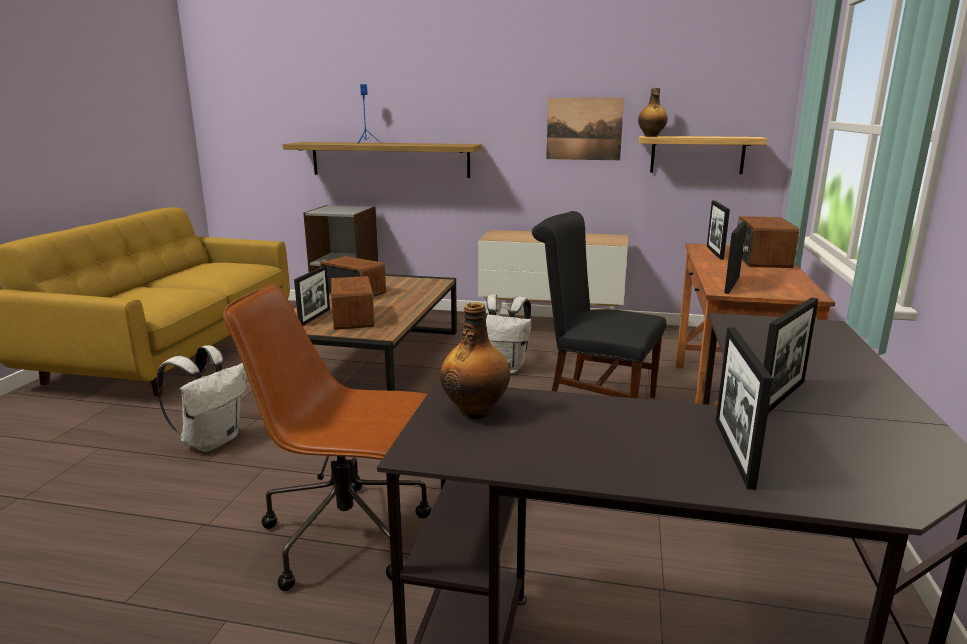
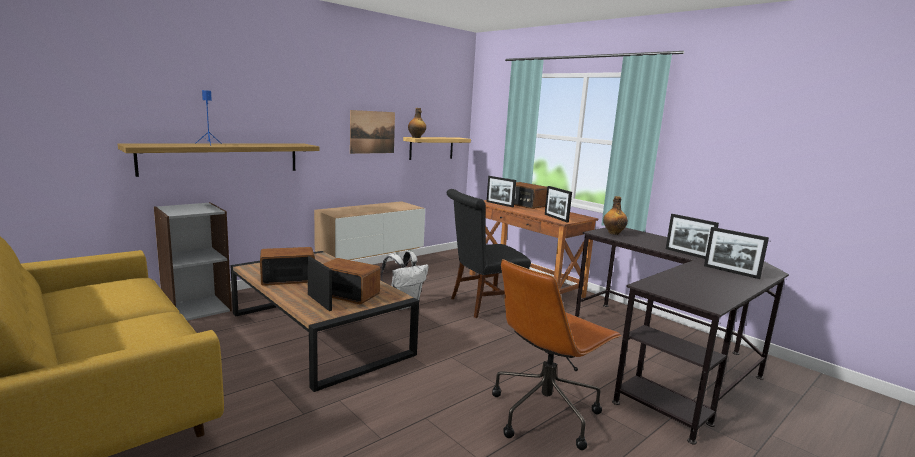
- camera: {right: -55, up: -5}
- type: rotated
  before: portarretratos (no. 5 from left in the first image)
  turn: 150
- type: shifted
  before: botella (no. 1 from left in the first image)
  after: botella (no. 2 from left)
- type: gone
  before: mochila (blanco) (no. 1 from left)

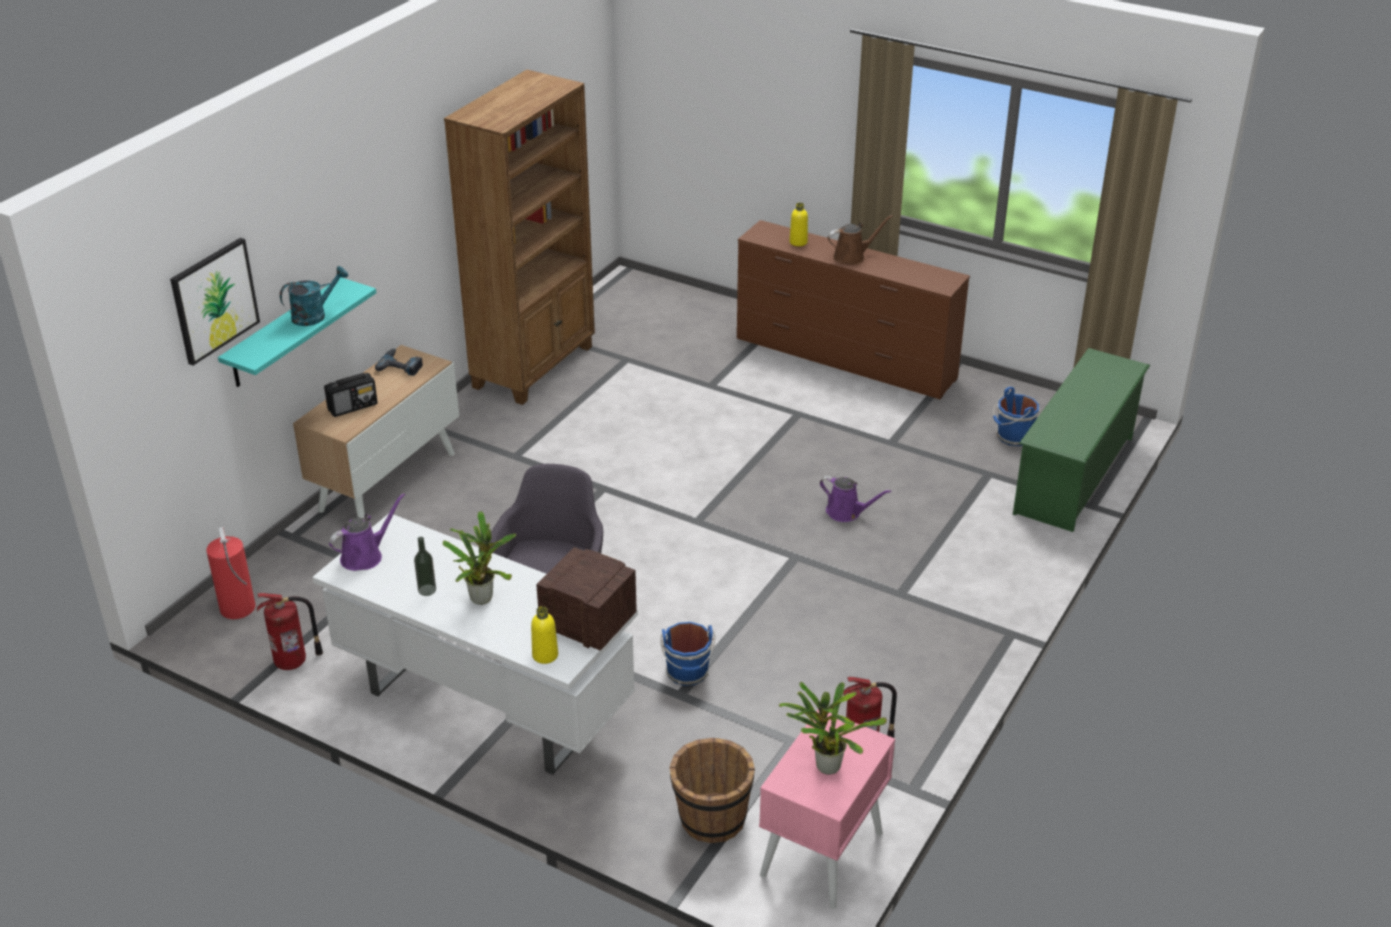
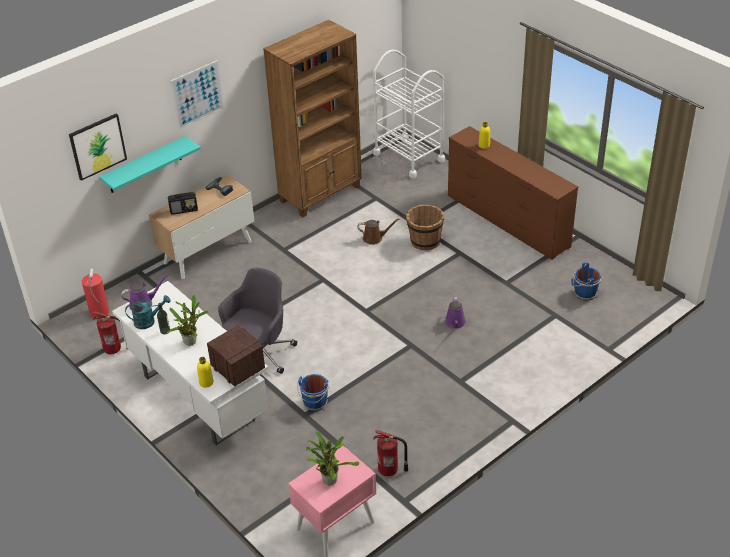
- camera: {right: 20, up: 5}
- type: shifted
  before: regadera (marrón)
- type: shifted
  before: regadera (turquesa)
- type: gone
  before: zapatero (verde)
- type: rotated
  before: regadera (morado) (no. 2 from left)
  turn: 45
- type: shifted
  before: cubo (marrón)
- type: new
  after: carrito (blanco)
- type: new
  after: cuadro (no. 2 from left)

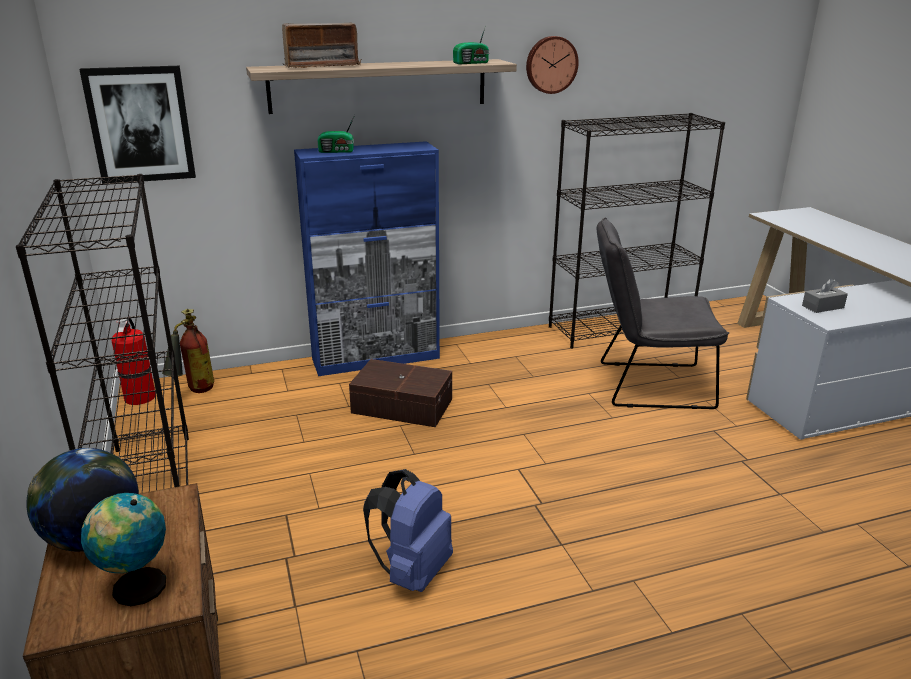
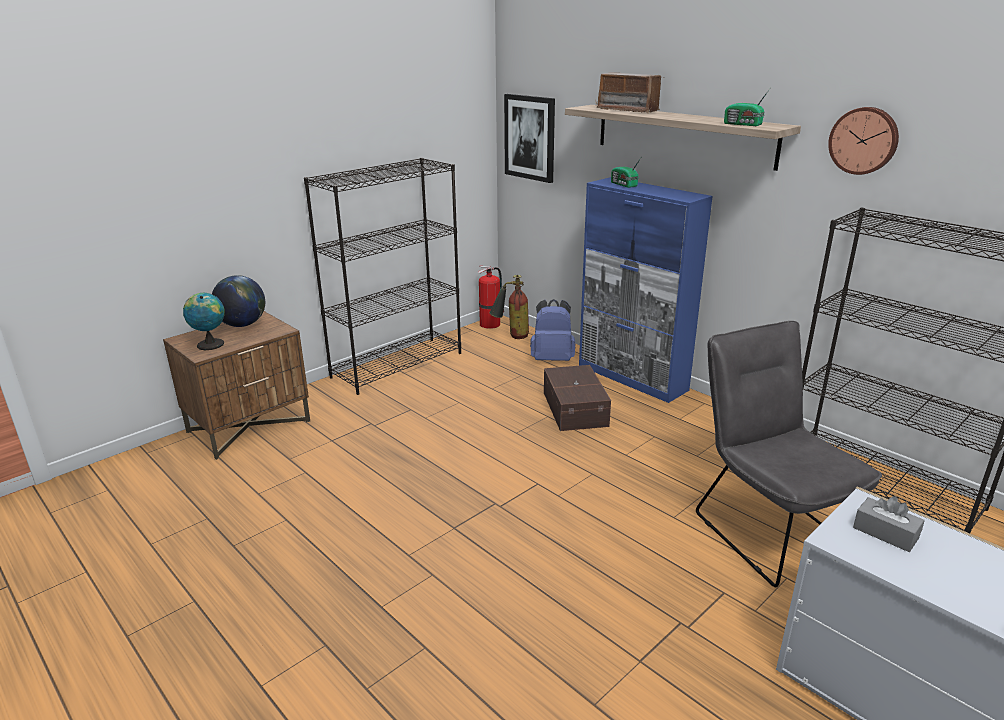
- camera: {right: 65, up: 0}
- type: shifted
  before: mochila (azul)

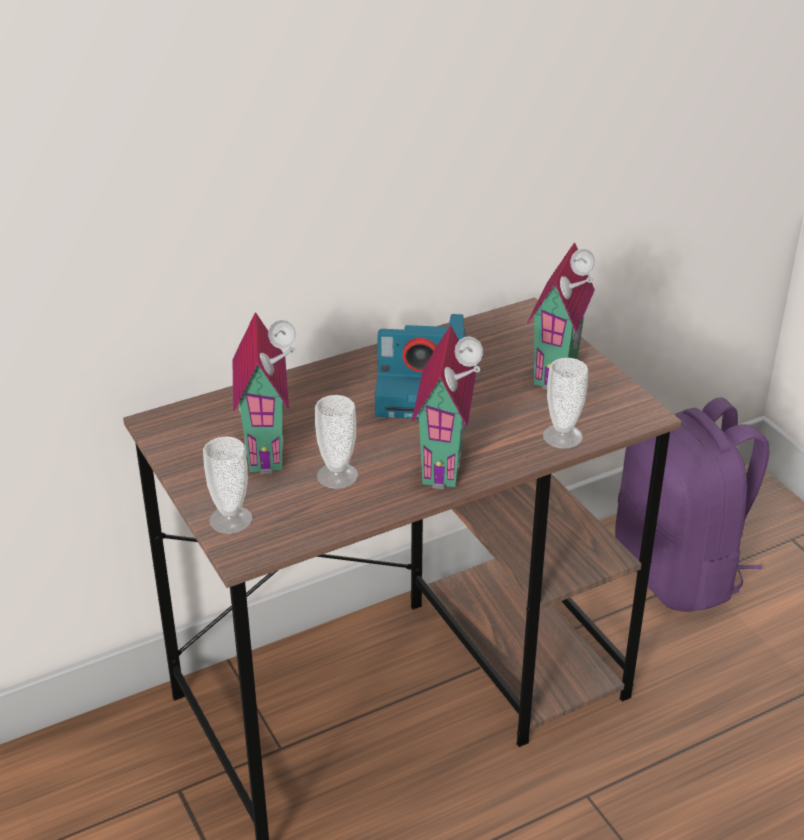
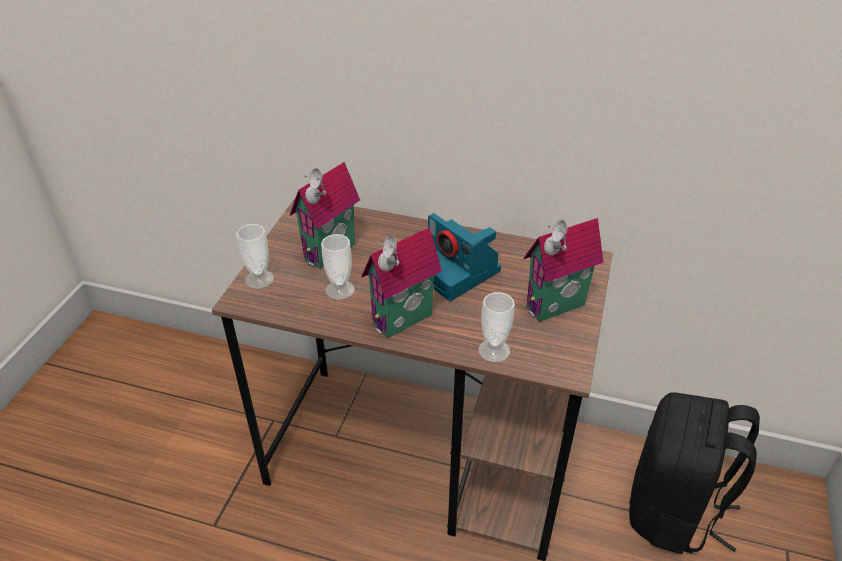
- camera: {right: 45, up: 5}
- type: repainted
  before: mochila (morado)
  after: mochila (negro)

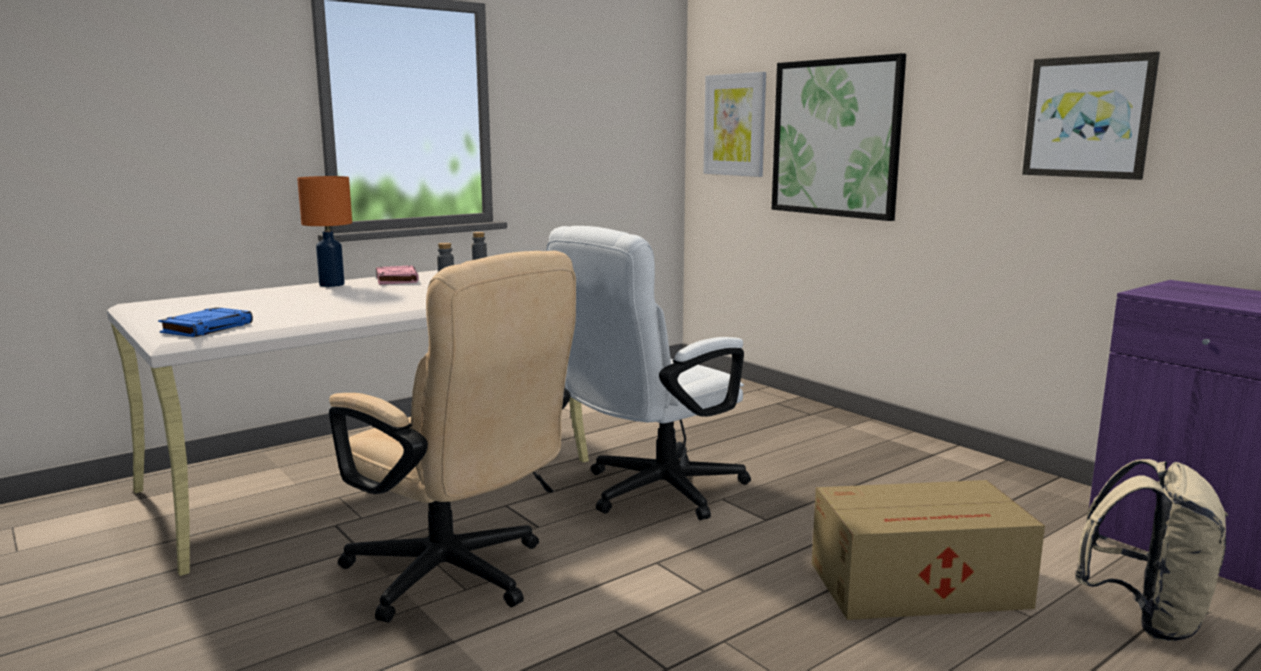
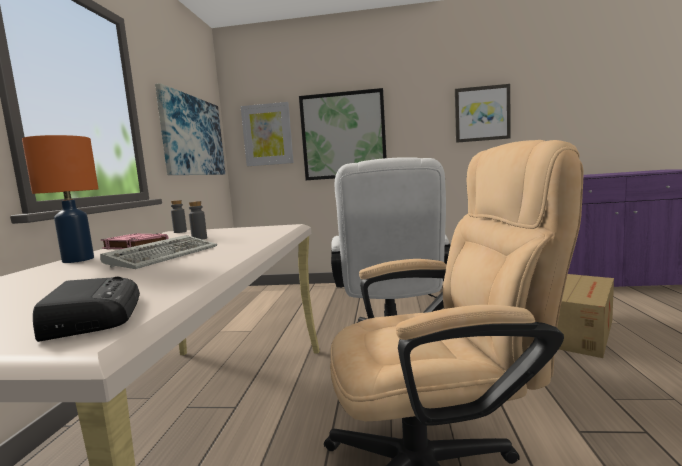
- camera: {right: -45, up: -5}
- type: swapped
  before: libro (azul)
  after: radio
- type: gone
  before: mochila (beis)
- type: new
  after: cuadro (no. 1 from left)
- type: new
  after: teclado

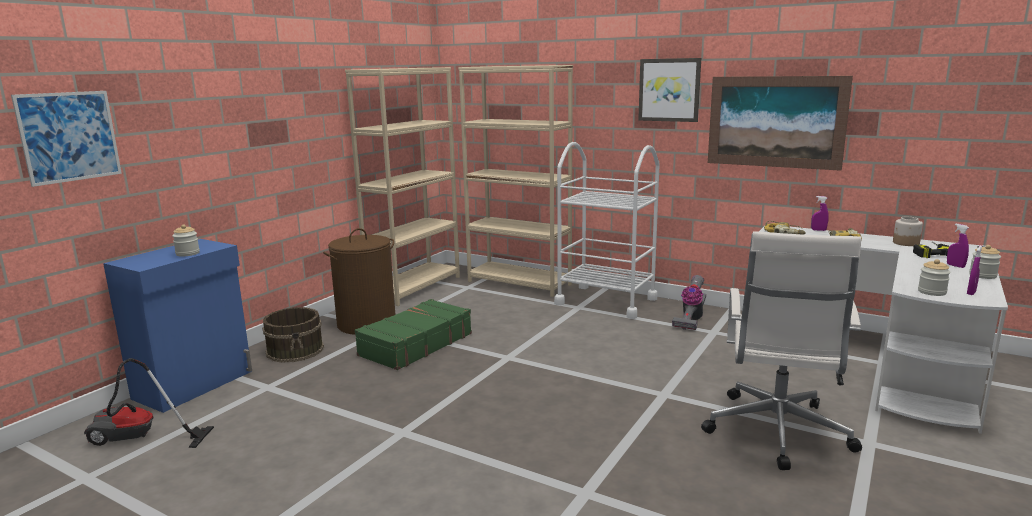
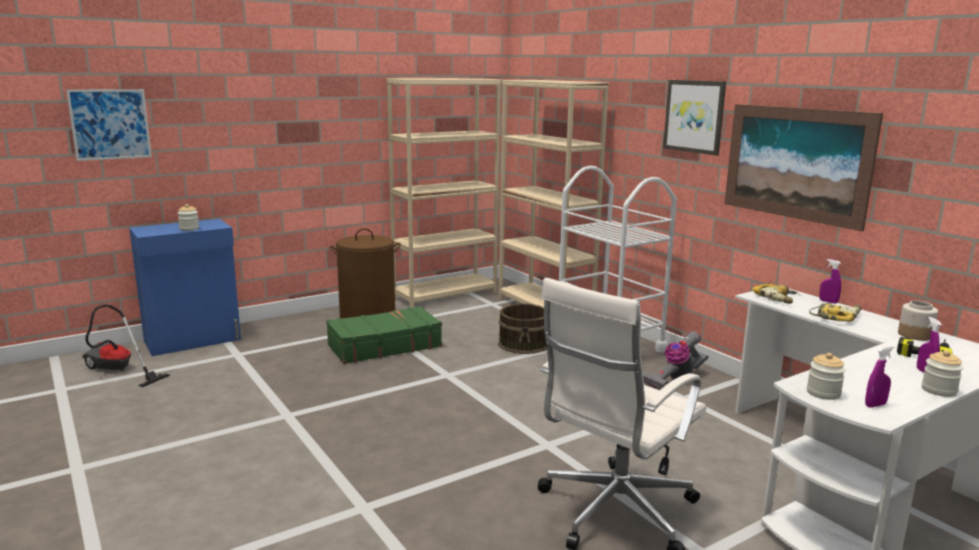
- camera: {right: 25, up: 0}
- type: shifted
  before: cubo (marrón)

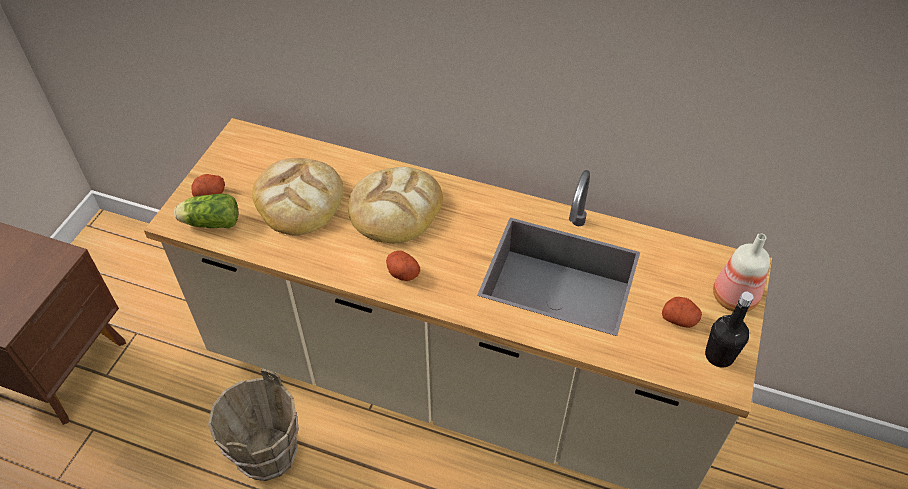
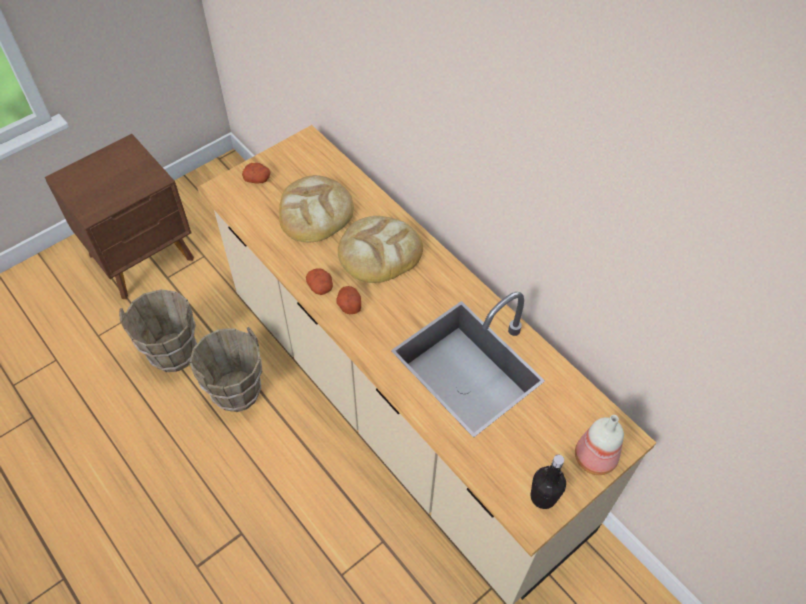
- camera: {right: 30, up: 5}
- type: gone
  before: lechuga
- type: shifted
  before: patata (no. 3 from left in the first image)
  after: patata (no. 2 from left)
- type: new
  after: cubo (marrón) (no. 1 from left)

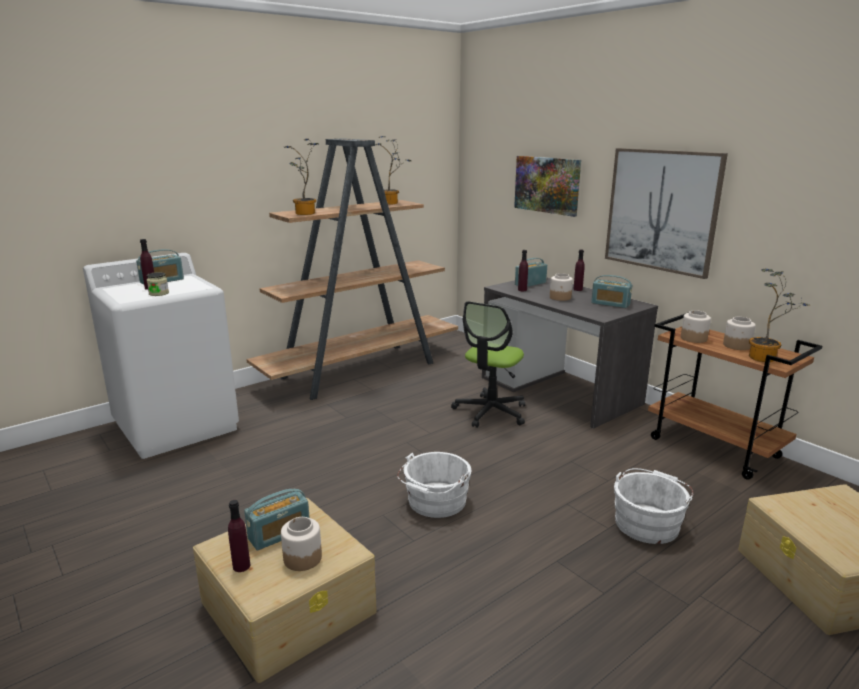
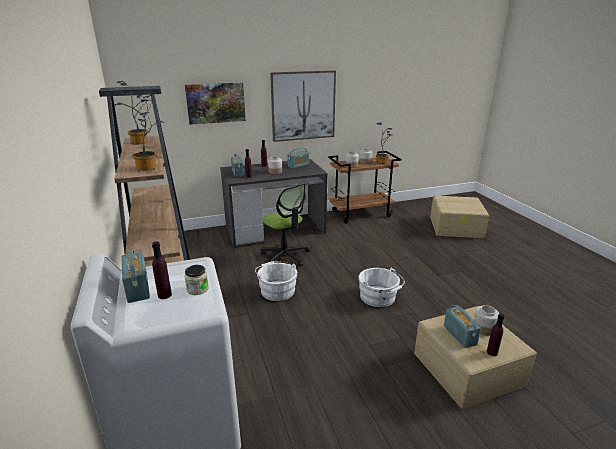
- camera: {right: -70, up: 5}
- type: shifted
  before: cubo (blanco) (no. 2 from left in the first image)
  after: cubo (blanco) (no. 1 from left)

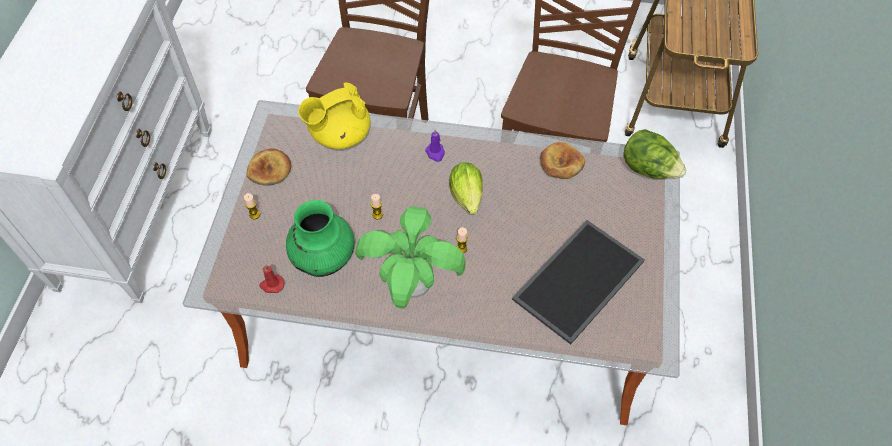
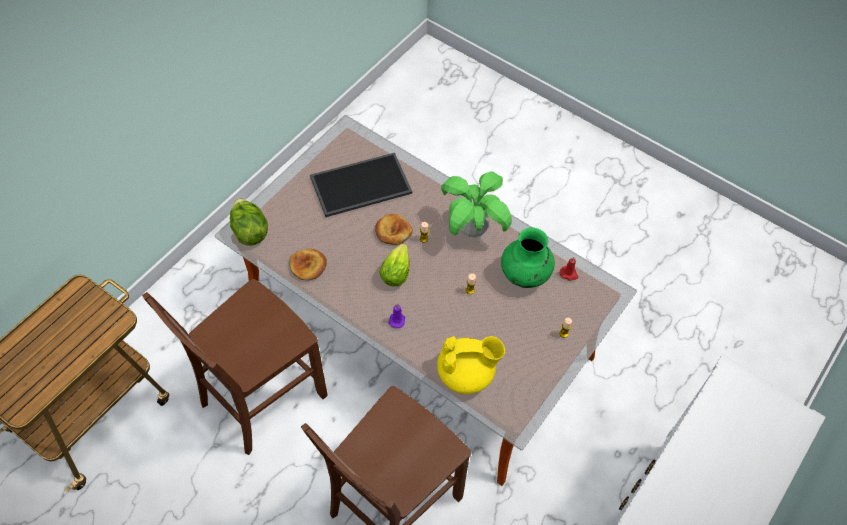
- camera: {right: -155, up: 0}
- type: shifted
  before: pan (no. 1 from left in the first image)
  after: pan (no. 2 from left)

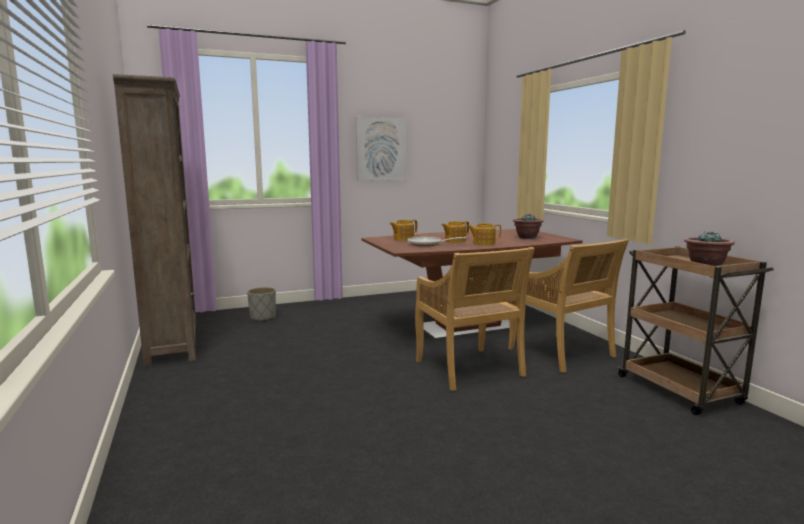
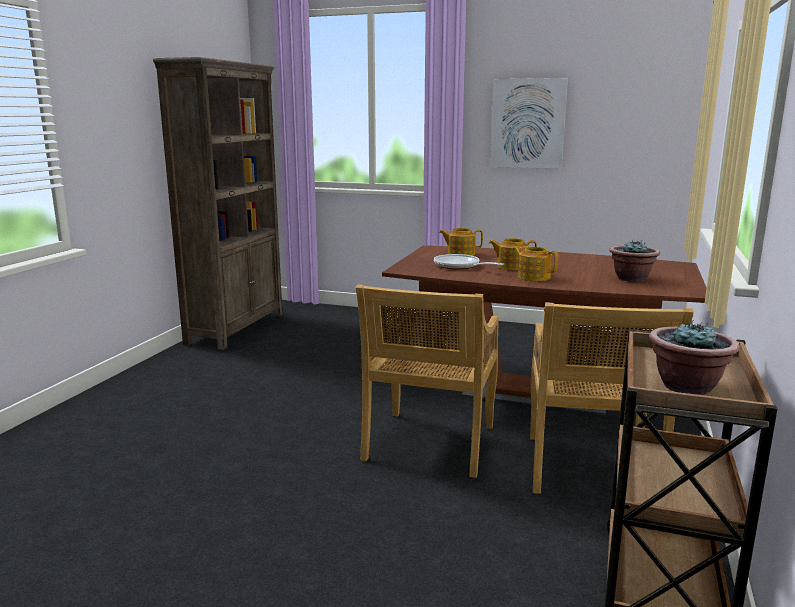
- camera: {right: 40, up: 5}
- type: gone
  before: maceta (gris)

